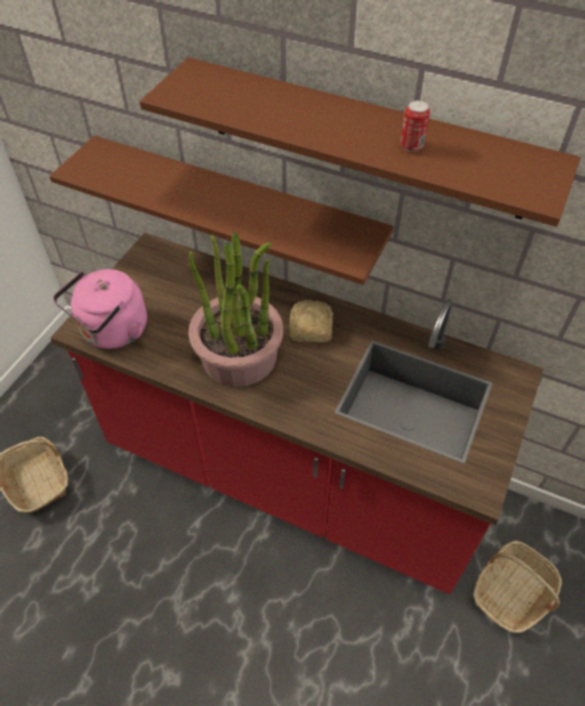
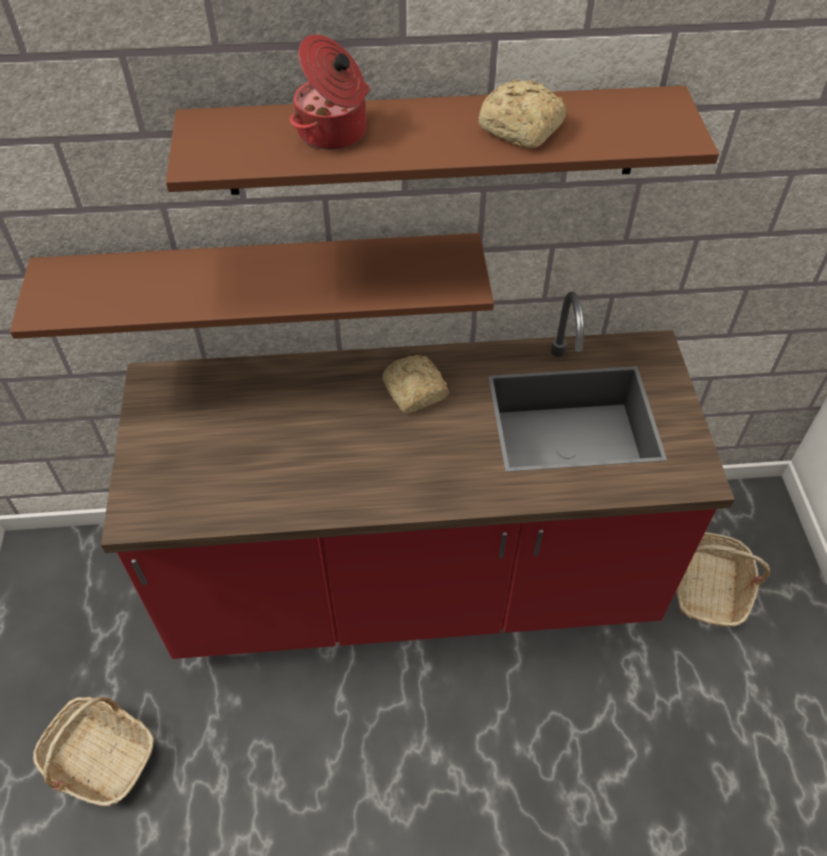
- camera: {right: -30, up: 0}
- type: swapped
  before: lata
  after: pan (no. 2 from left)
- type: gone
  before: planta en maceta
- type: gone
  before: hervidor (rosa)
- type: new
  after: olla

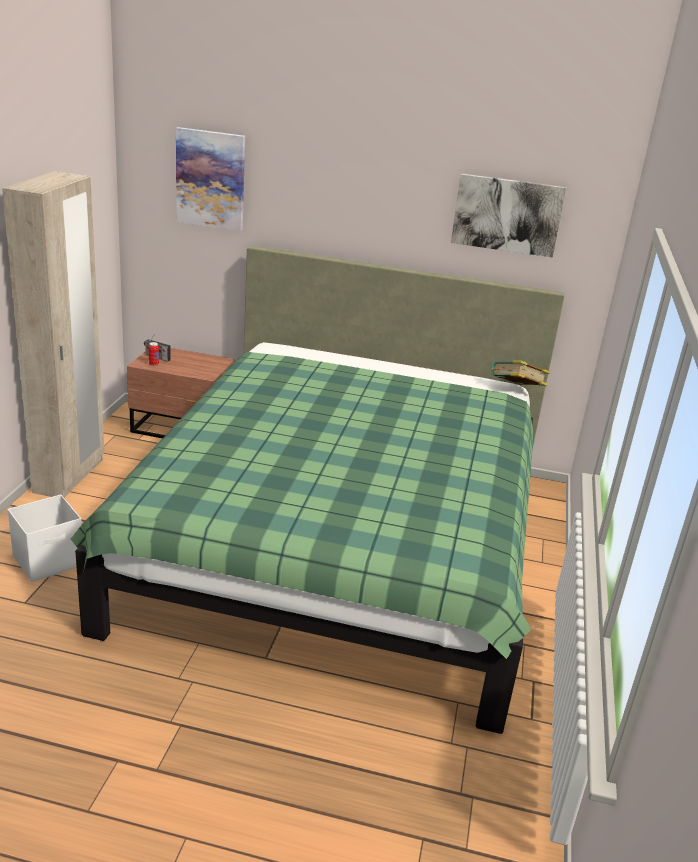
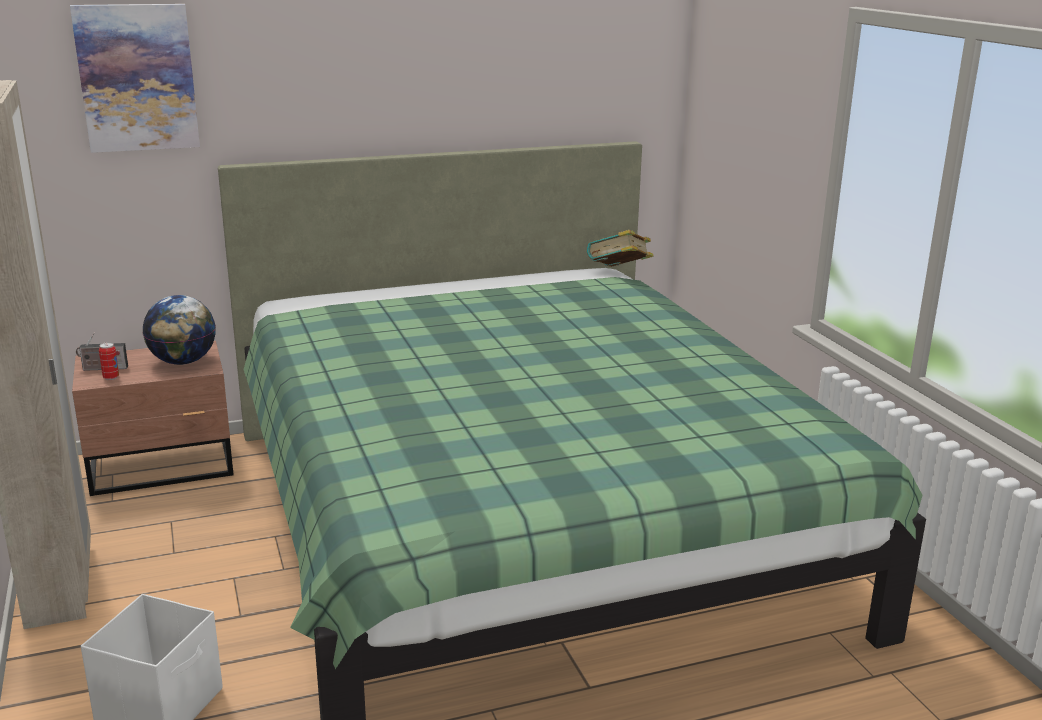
- camera: {right: -30, up: -5}
- type: gone
  before: cuadro (no. 2 from left)
- type: new
  after: globo terráqueo

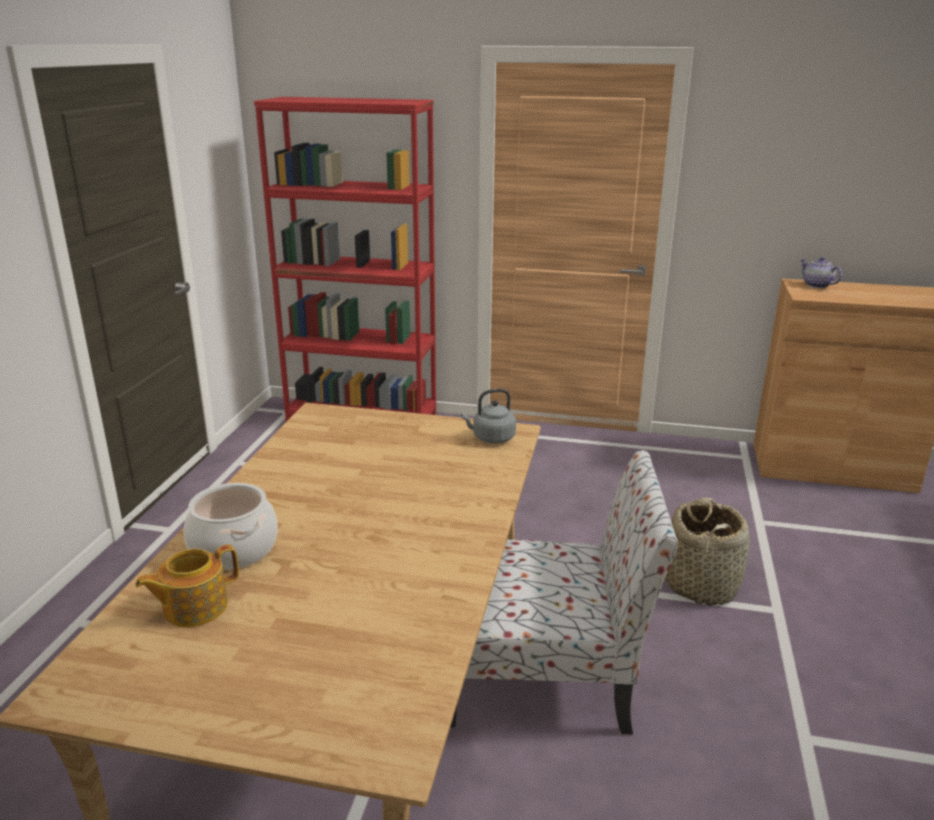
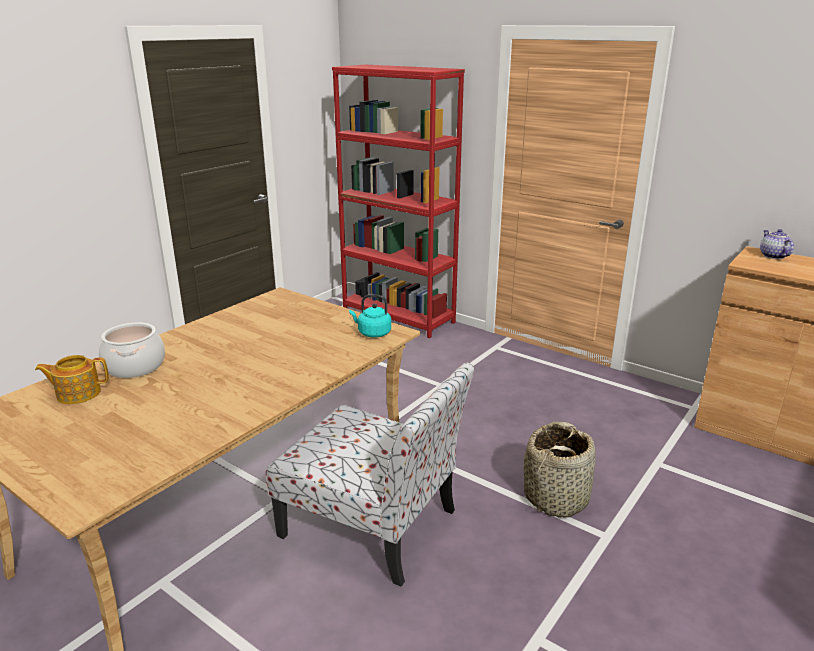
- camera: {right: 25, up: 0}
- type: repainted
  before: hervidor (gris)
  after: hervidor (turquesa)

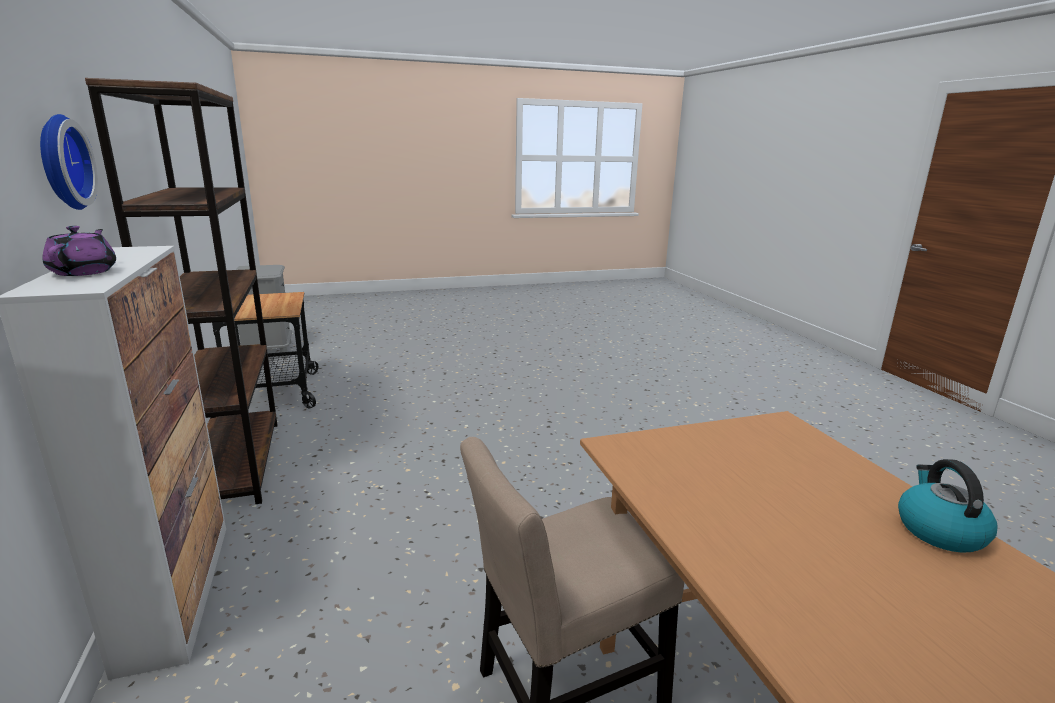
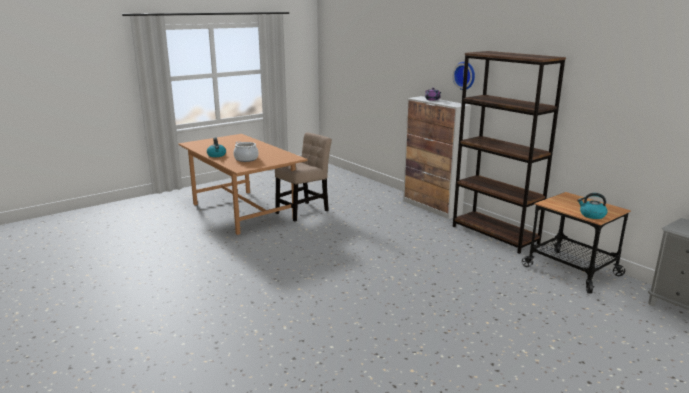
- camera: {right: 160, up: 0}
- type: new
  after: olla
- type: new
  after: hervidor (no. 2 from left)

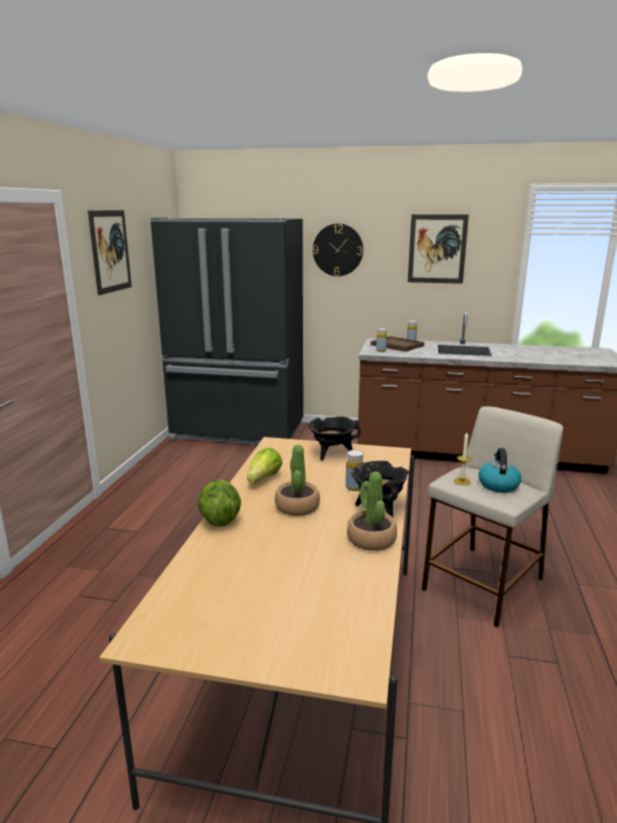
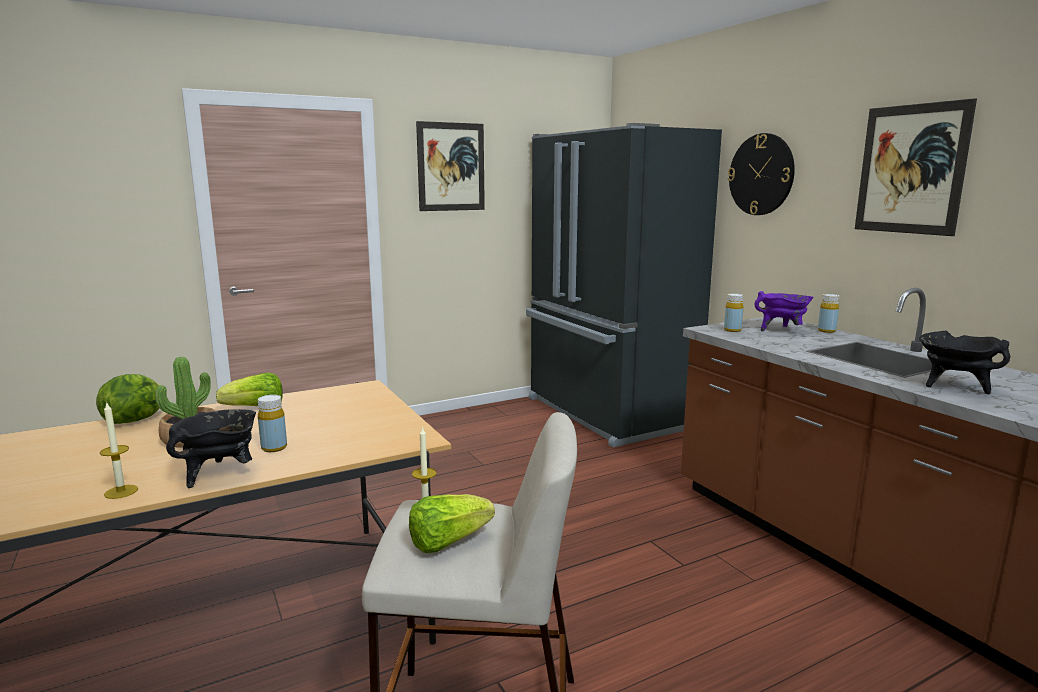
- camera: {right: 50, up: -5}
- type: swapped
  before: bandeja (marrón)
  after: olla (morado)
- type: shifted
  before: olla (negro) (no. 1 from left in the first image)
  after: olla (negro) (no. 2 from left)
- type: swapped
  before: hervidor
  after: lechuga (no. 3 from left)
- type: swapped
  before: planta en maceta (no. 2 from left)
  after: vela (no. 1 from left)

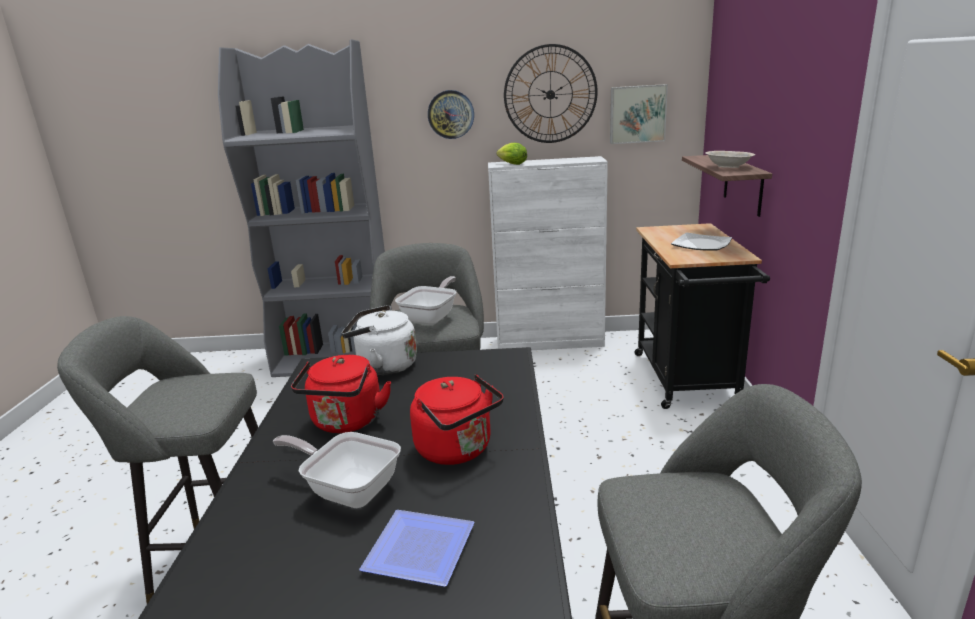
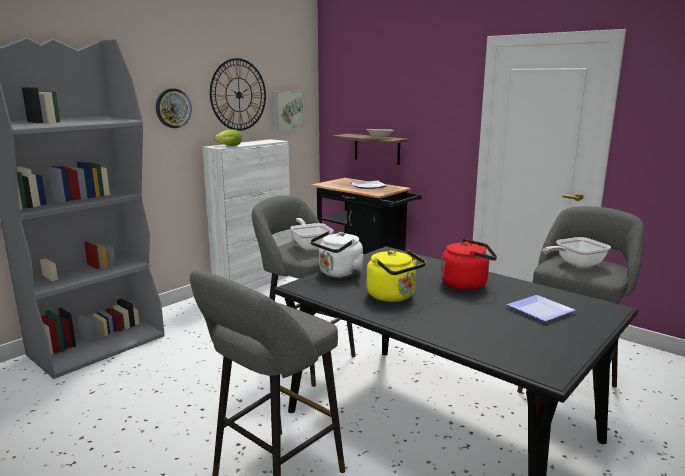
- camera: {right: -50, up: -5}
- type: repainted
  before: hervidor (rojo) (no. 1 from left)
  after: hervidor (amarillo)
- type: shifted
  before: sartén (no. 1 from left in the first image)
  after: sartén (no. 2 from left)

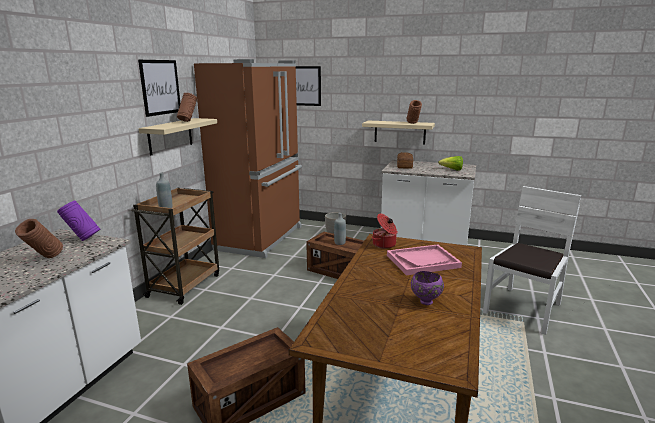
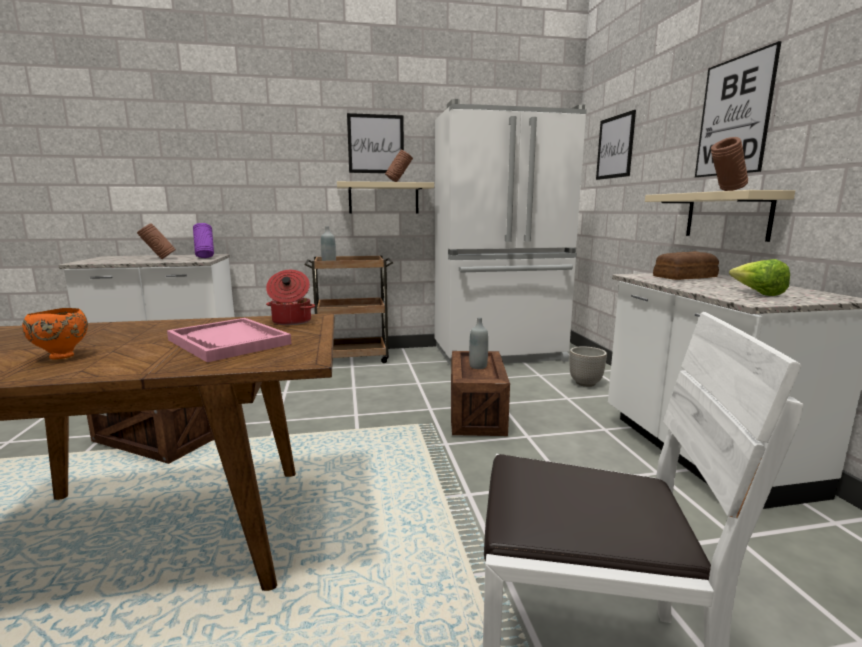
- camera: {right: 60, up: -5}
- type: repainted
  before: nevera (marrón)
  after: nevera (blanco)
- type: repainted
  before: cuenco (morado)
  after: cuenco (naranja)
- type: new
  after: cuadro (no. 3 from left)

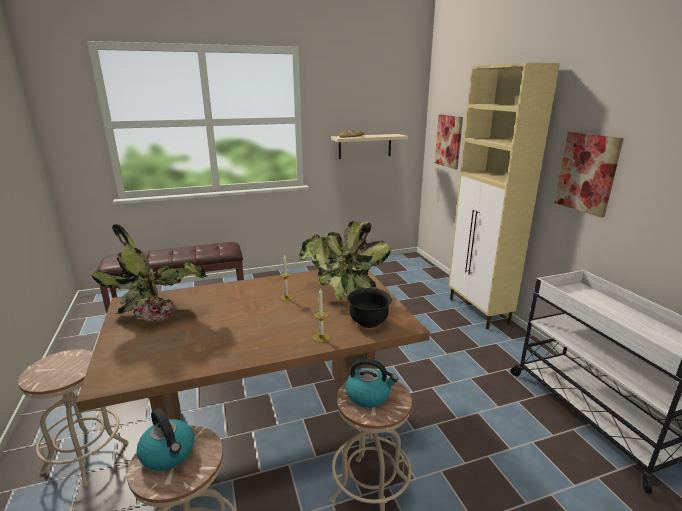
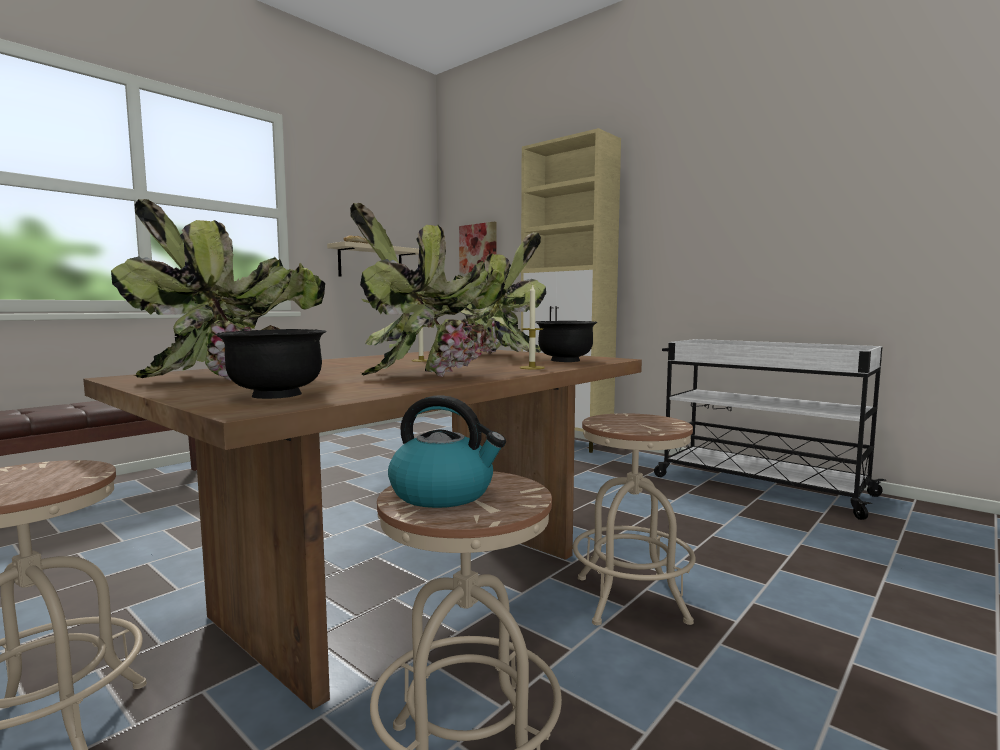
- camera: {right: -30, up: -15}
- type: gone
  before: cuadro (no. 2 from left)
- type: gone
  before: hervidor (no. 2 from left)
- type: new
  after: planta en maceta (no. 2 from left)
- type: new
  after: cuenco (negro) (no. 1 from left)

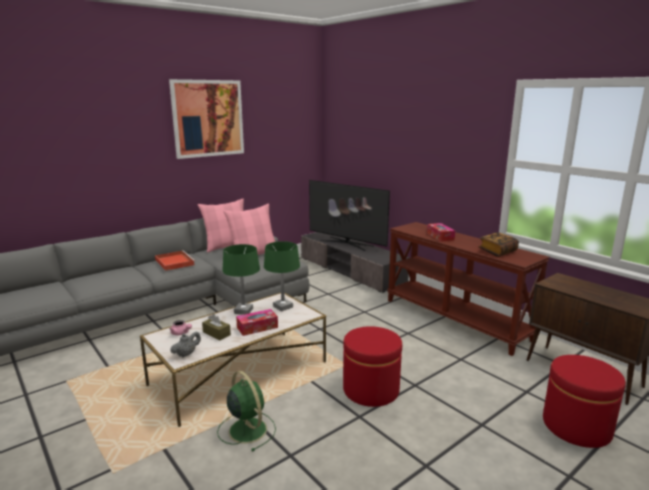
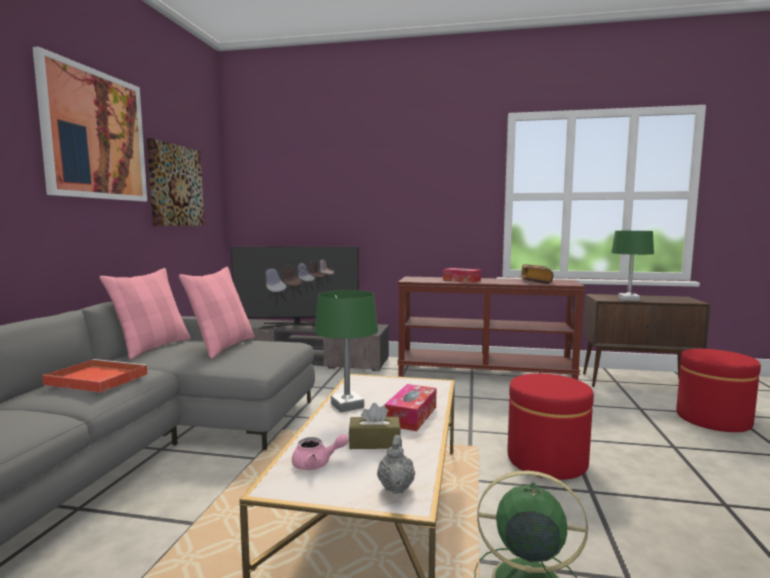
- camera: {right: -40, up: -10}
- type: shifted
  before: lámpara de mesa (verde) (no. 2 from left)
- type: new
  after: cuadro (no. 2 from left)

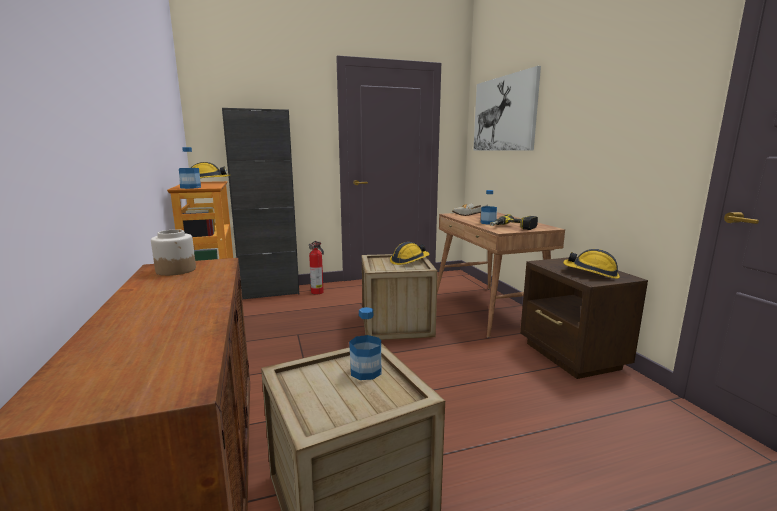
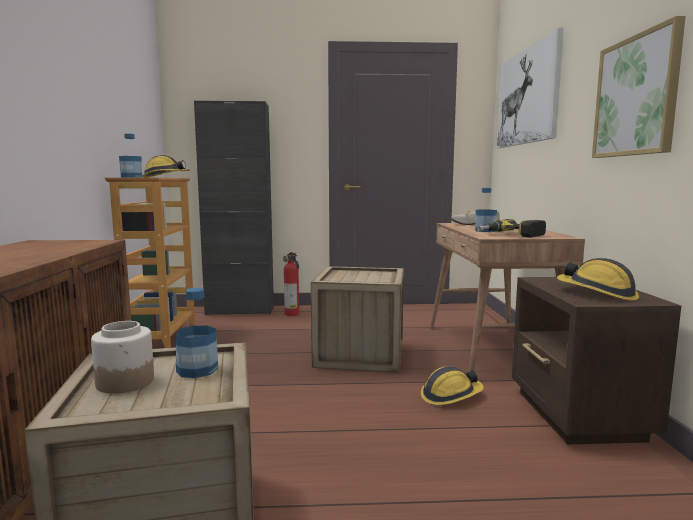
- camera: {right: 15, up: -5}
- type: shifted
  before: tarro
- type: shifted
  before: casco (no. 2 from left)
- type: new
  after: cuadro (no. 2 from left)

